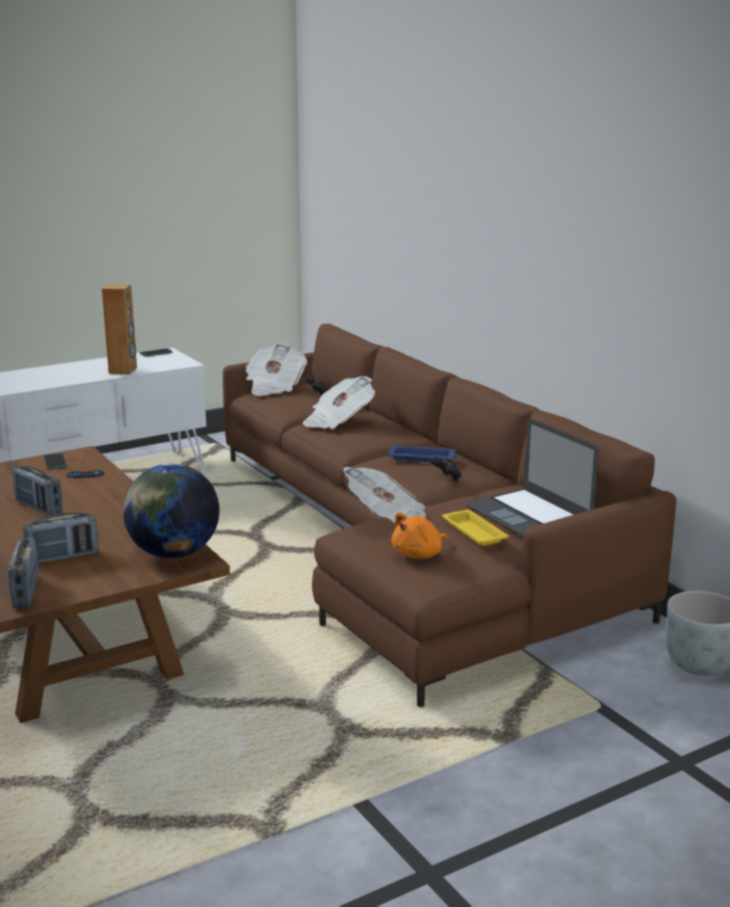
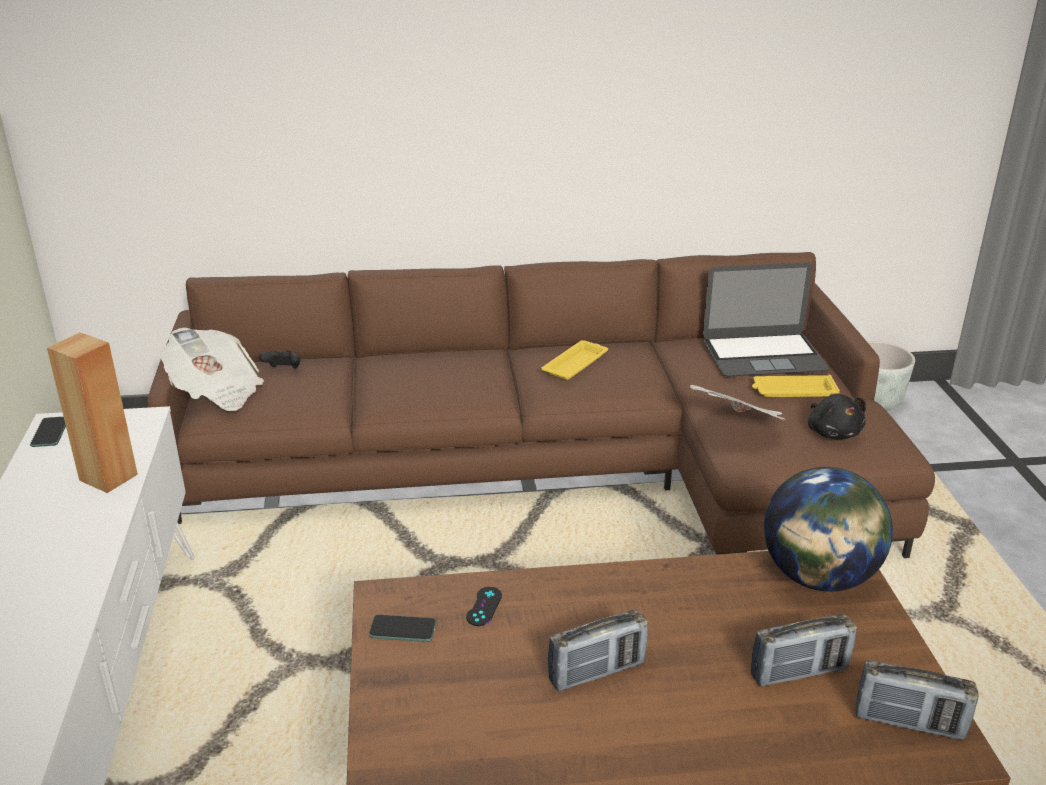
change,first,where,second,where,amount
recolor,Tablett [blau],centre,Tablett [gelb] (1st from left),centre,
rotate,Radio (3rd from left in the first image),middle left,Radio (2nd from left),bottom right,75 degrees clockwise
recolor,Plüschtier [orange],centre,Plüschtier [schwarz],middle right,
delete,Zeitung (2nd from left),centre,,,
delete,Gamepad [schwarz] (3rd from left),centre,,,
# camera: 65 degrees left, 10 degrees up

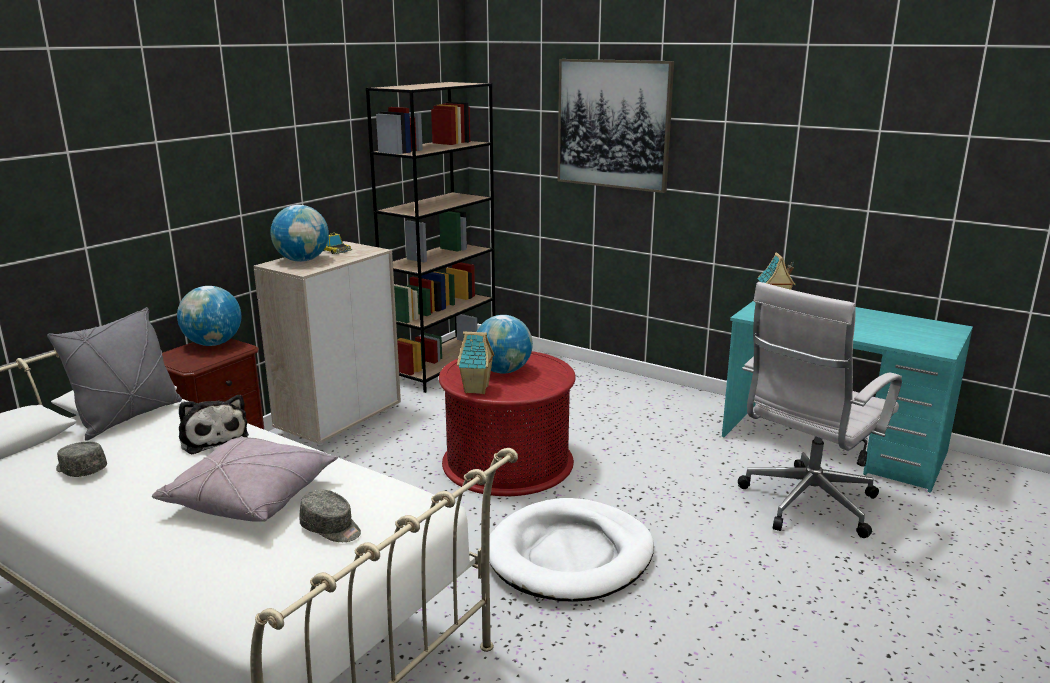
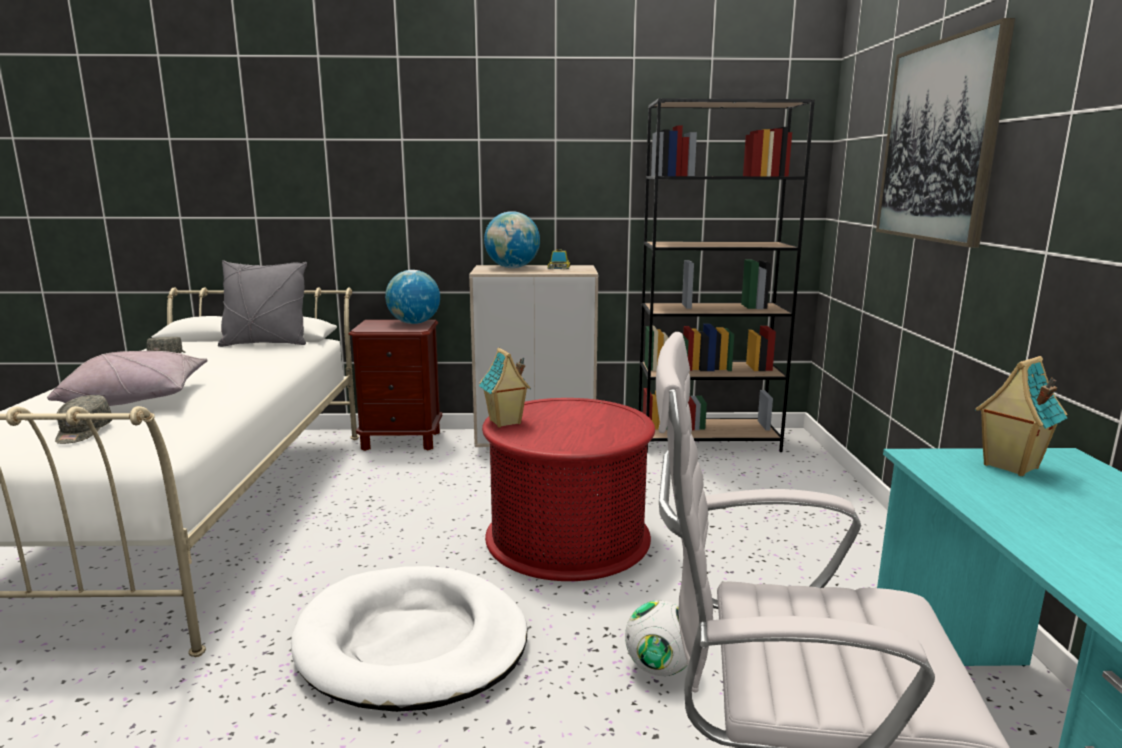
change,first,where,second,where,amount
insert,,,Fußball,bottom centre,
delete,Plüschtier,middle left,,,
delete,Globus (3rd from left),centre,,,
# camera: 55 degrees right, 5 degrees down

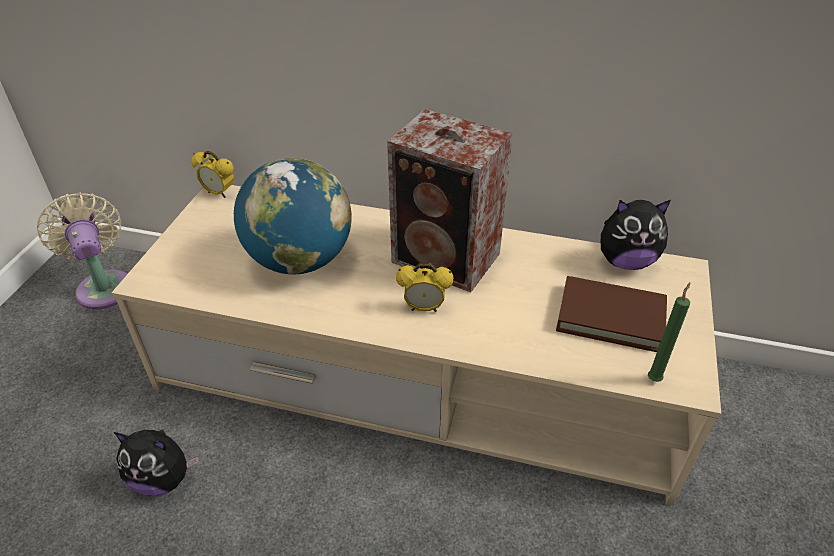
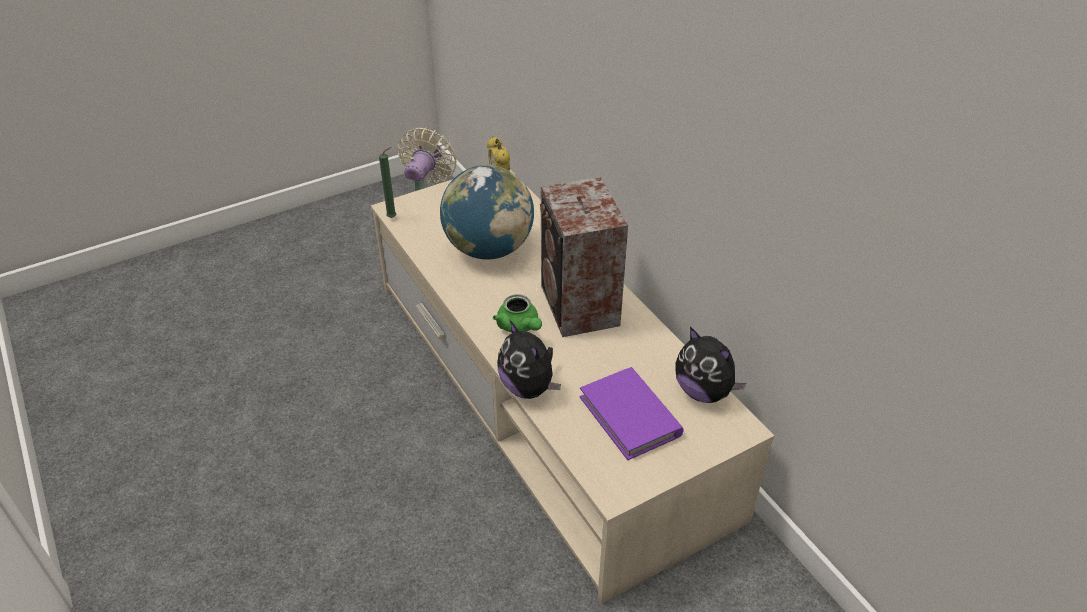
change,first,where,second,where,amount
move,Kerze [grün],middle right,,top centre,
replace,Wecker (2nd from left),centre,Teekanne [grün],centre,
move,Plüschtier (1st from left),bottom left,,centre,
recolor,Buch [braun],middle right,Buch [lila],bottom centre,
# camera: 45 degrees right, 0 degrees up

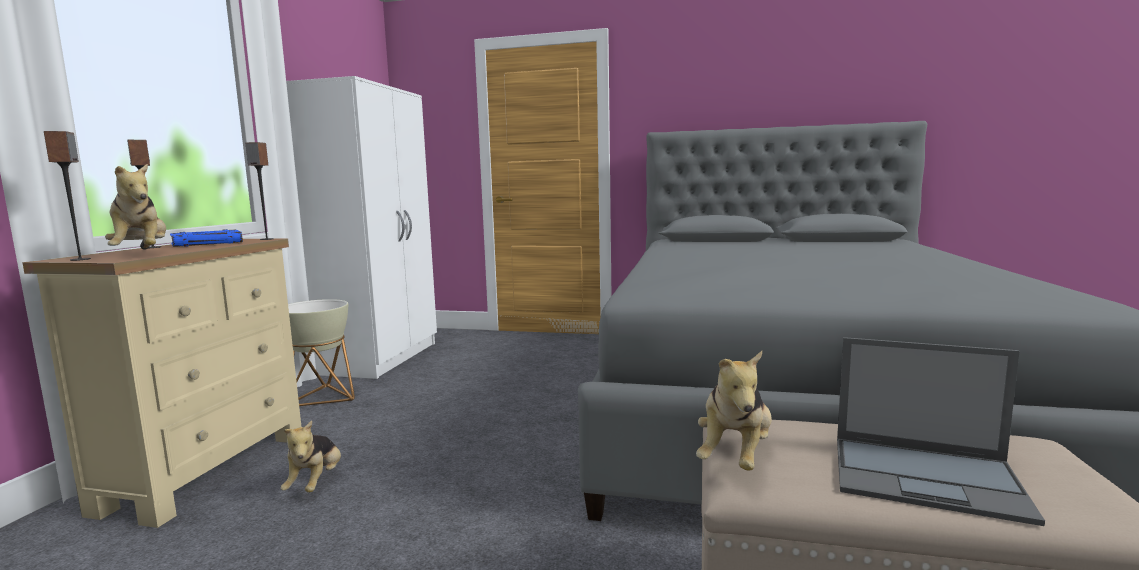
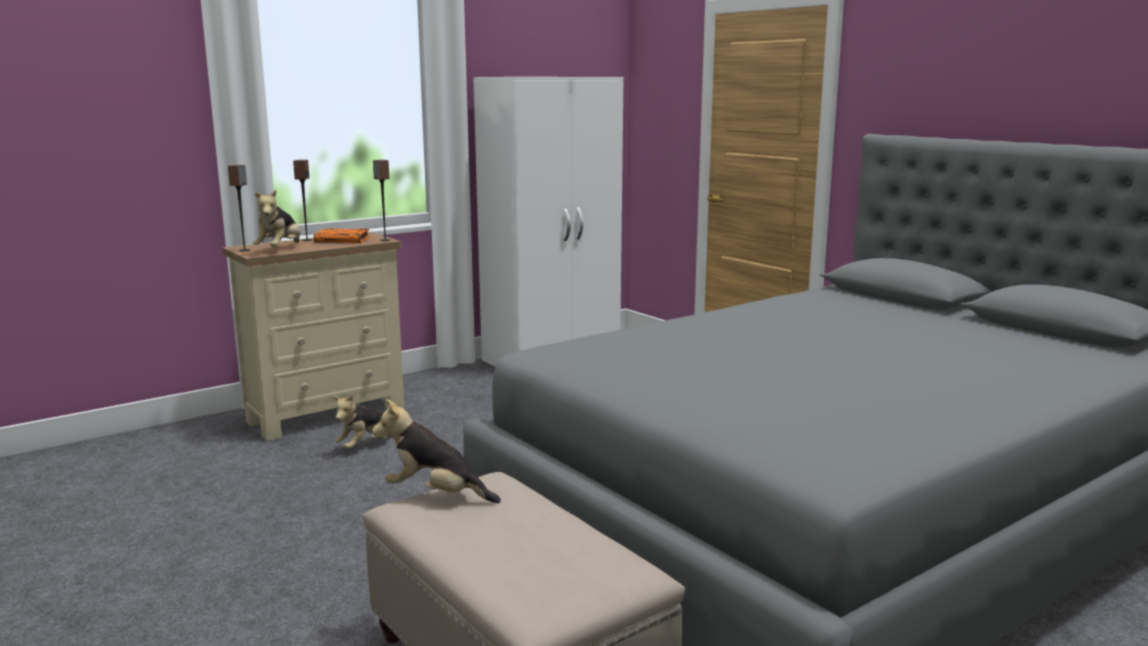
change,first,where,second,where,amount
recolor,Buch [blau],middle left,Buch [orange],middle left,
rotate,Plüschtier (3rd from left),bottom centre,,bottom centre,45 degrees clockwise
delete,Pflanzkübel,middle left,,,
delete,Laptop,bottom right,,,
# camera: 40 degrees right, 5 degrees up

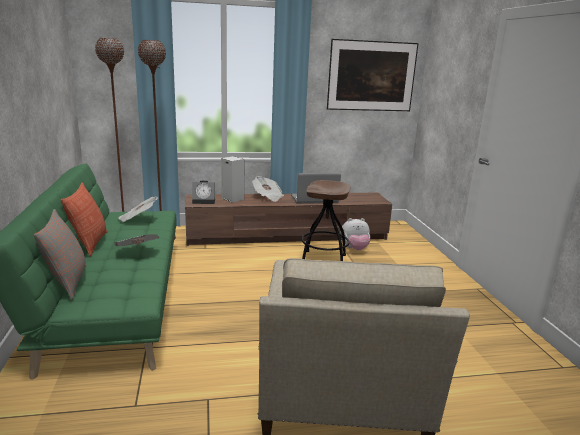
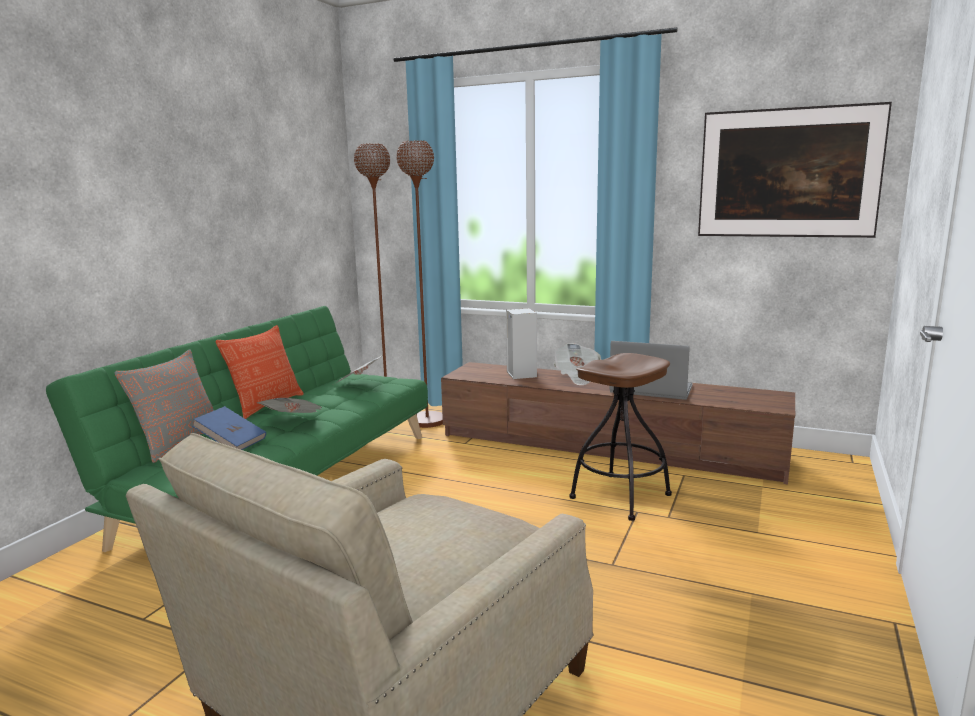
change,first,where,second,where,amount
insert,,,Buch [blau],middle left,
delete,Wecker,centre,,,
delete,Plüschtier,centre,,,
# camera: 35 degrees right, 5 degrees down

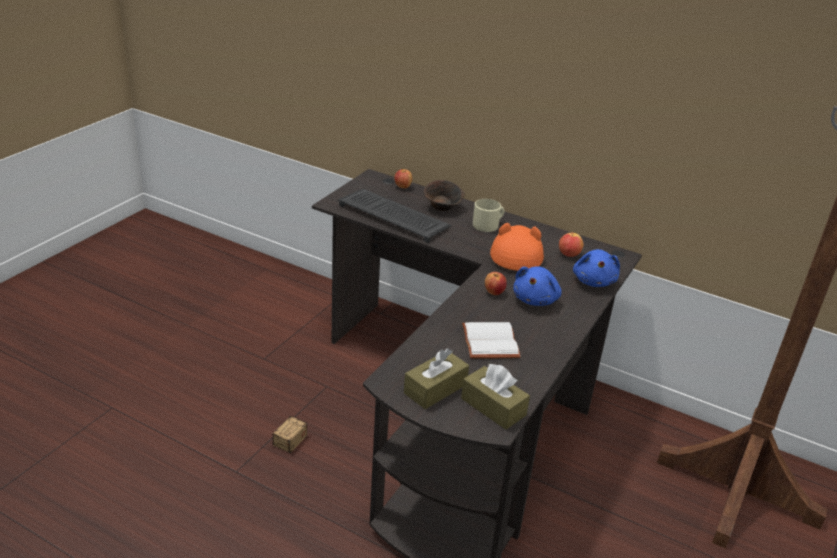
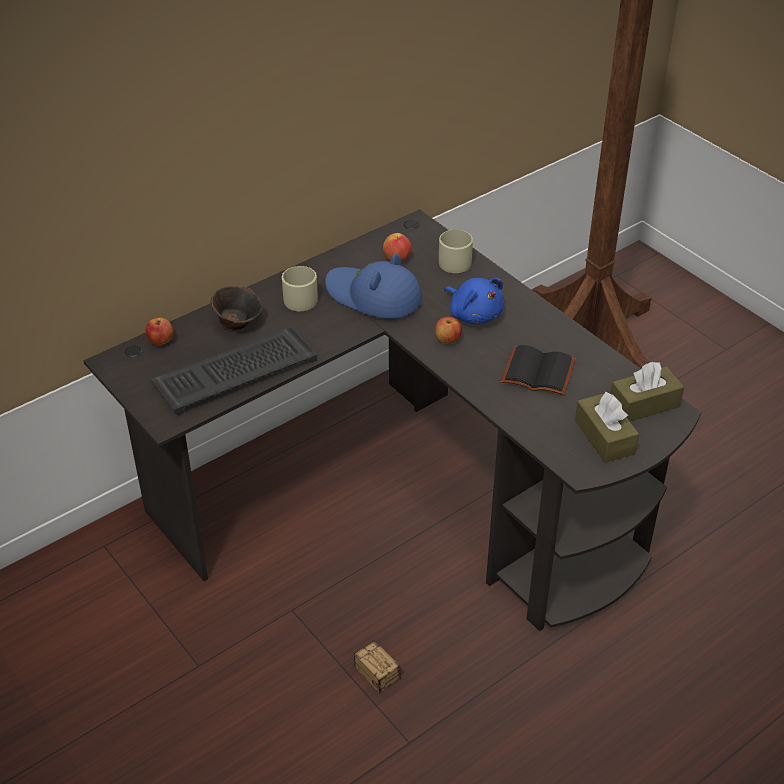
change,first,where,second,where,amount
recolor,Hut [orange],centre,Hut [blau],centre,
replace,Plüschtier [blau] (2nd from left),middle right,Henkelbecher [beige] (2nd from left),top centre,
recolor,Buch [weiß],centre,Buch [schwarz],middle right,
# camera: 65 degrees left, 10 degrees up

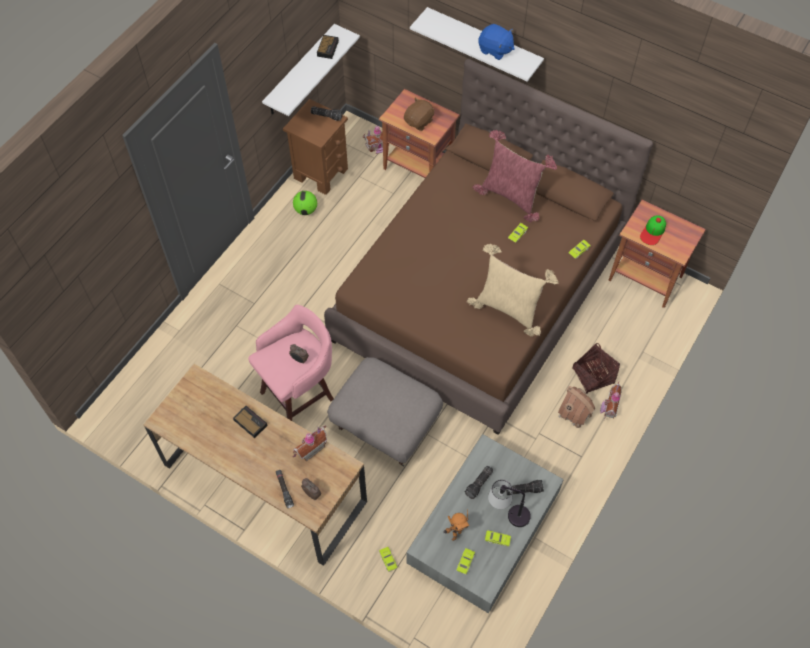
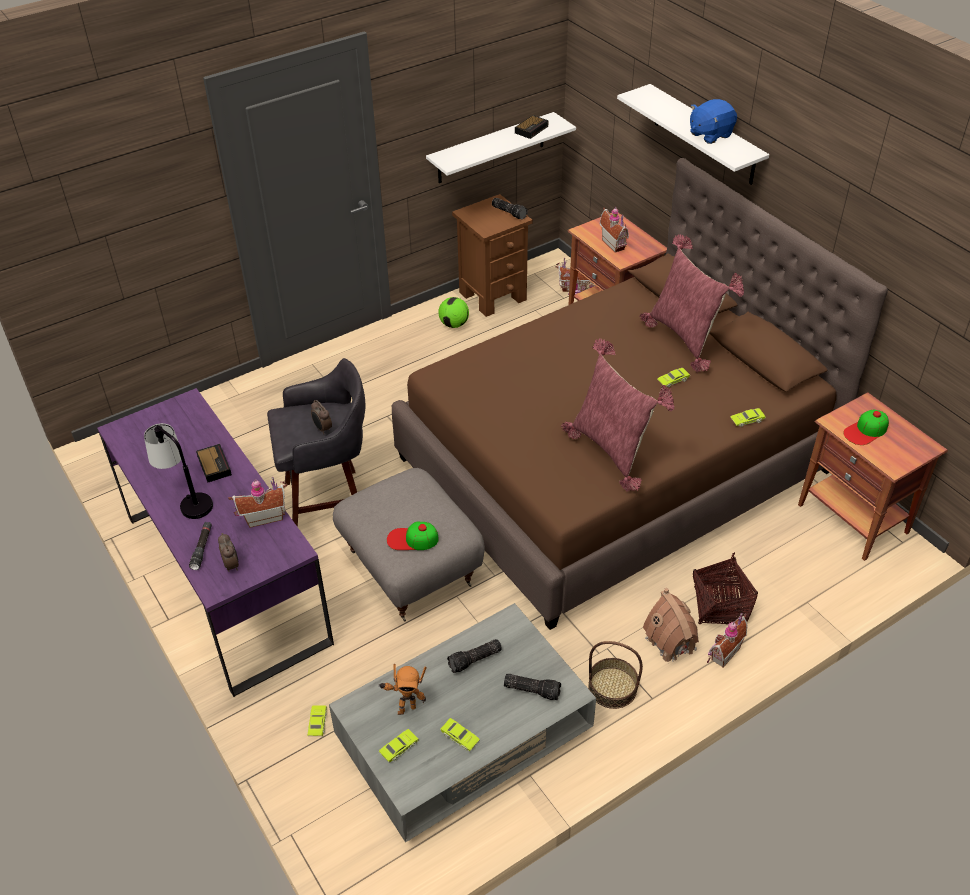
change,first,where,second,where,amount
recolor,Schreibtisch [braun],bottom left,Schreibtisch [lila],middle left,
move,Tischlampe,bottom centre,,middle left,
recolor,Hocker [rosa],centre,Hocker [grau],middle left,
insert,,,Kappe (1st from left),centre,
recolor,Kissen [beige],centre,Kissen [rot] (1st from left),centre,
insert,,,Korb (1st from left),bottom centre,
replace,Plüschtier [braun],top centre,Spielzeughaus (3rd from left),top centre,
rotate,Plüschtier [blau],top centre,,top right,90 degrees clockwise
# camera: 25 degrees right, 15 degrees down

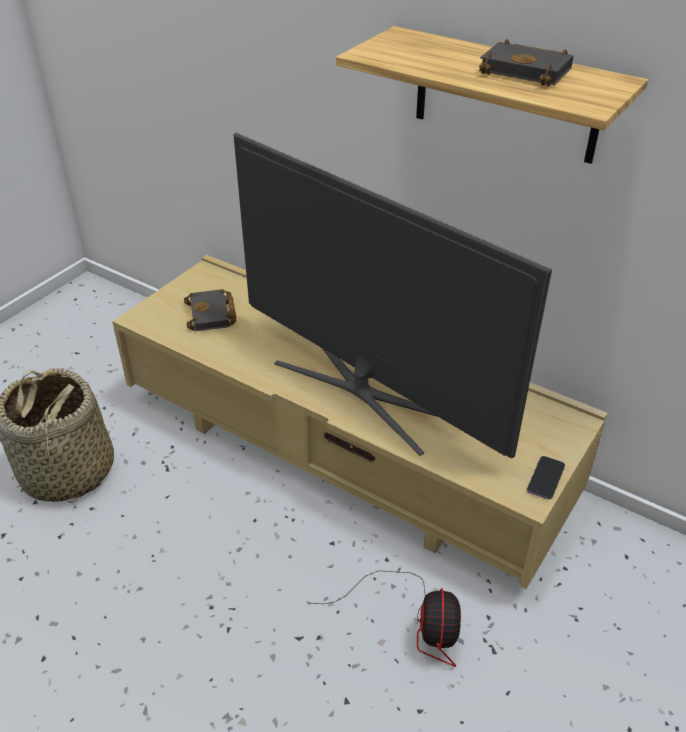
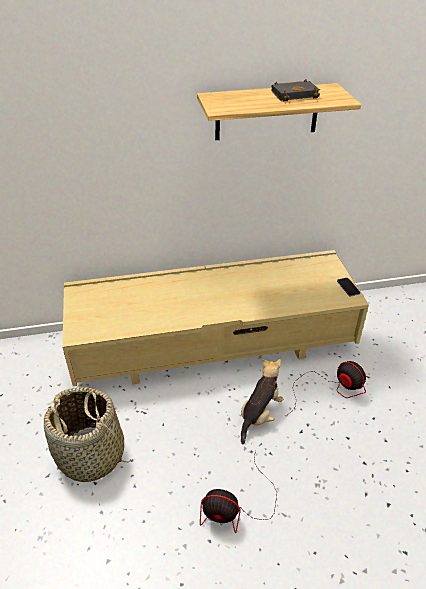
change,first,where,second,where,amount
insert,,,Ventilator (1st from left),bottom centre,
insert,,,Plüschtier,bottom centre,
delete,Buch [schwarz] (1st from left),middle left,,,
delete,Fernseher,centre,,,
# camera: 45 degrees left, 0 degrees up

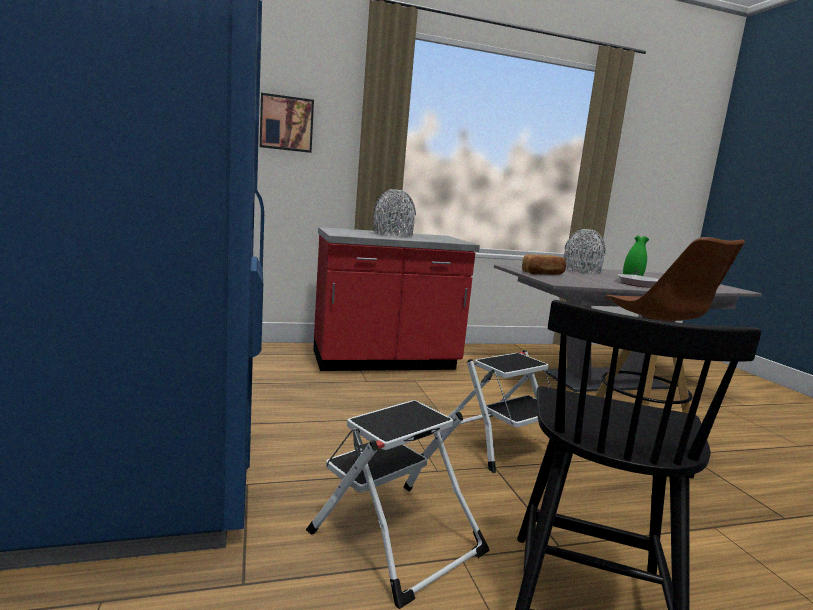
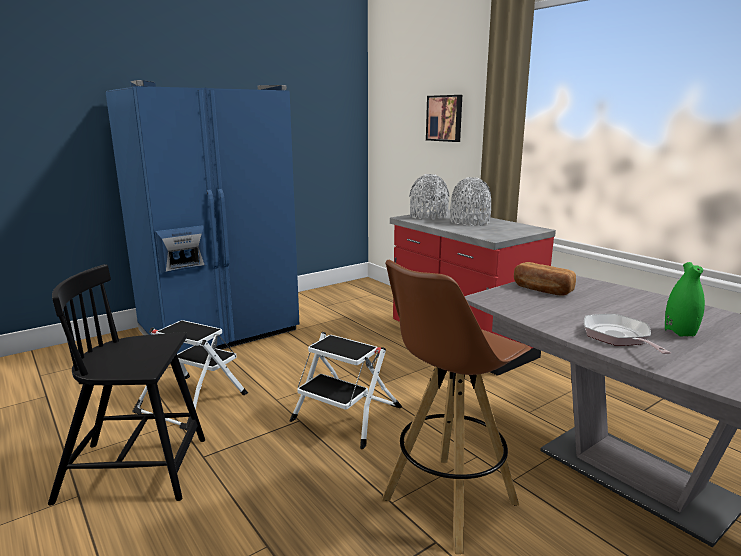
change,first,where,second,where,amount
move,Vase [grau] (2nd from left in the first image),middle right,Vase [grau] (1st from left),centre,
# camera: 70 degrees right, 5 degrees up

